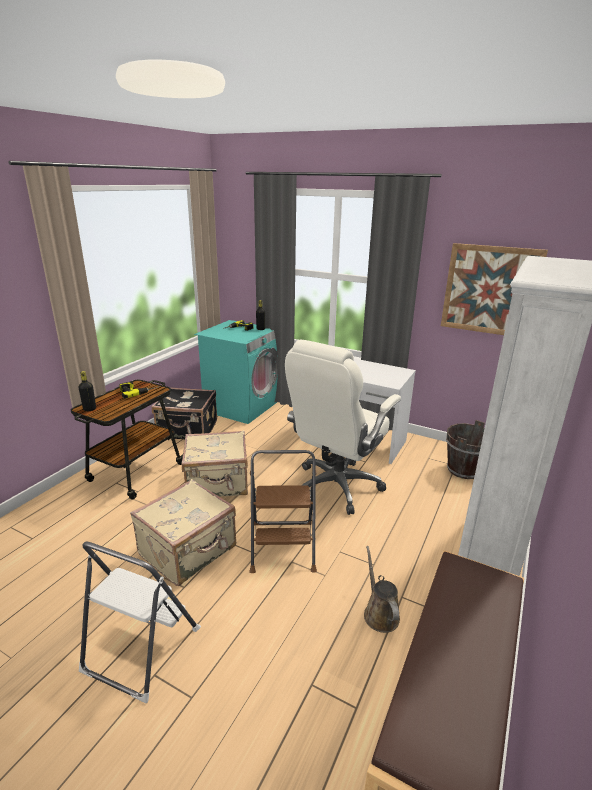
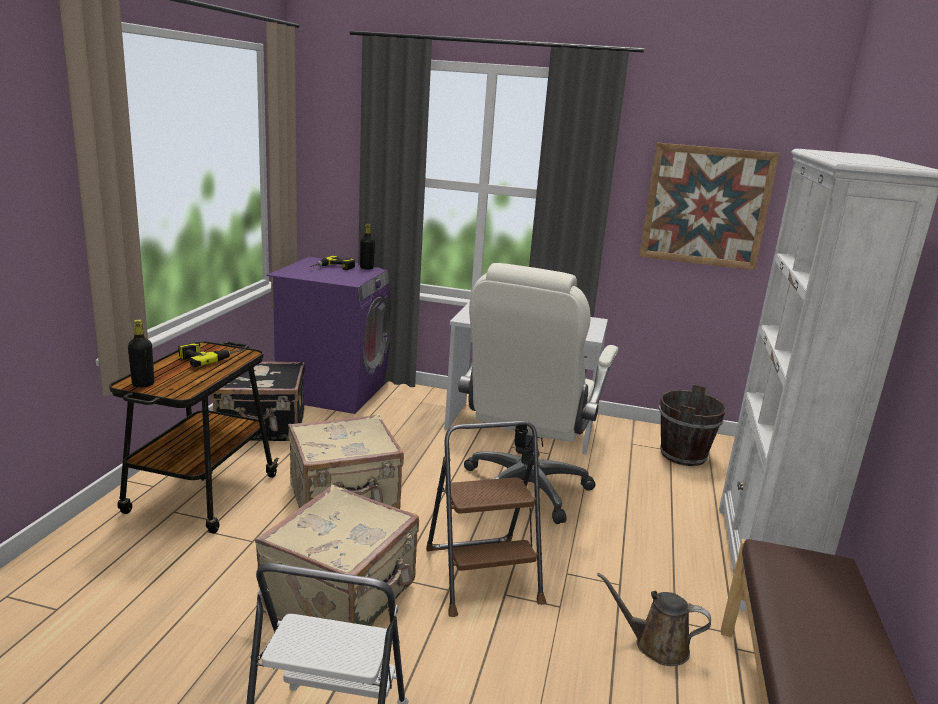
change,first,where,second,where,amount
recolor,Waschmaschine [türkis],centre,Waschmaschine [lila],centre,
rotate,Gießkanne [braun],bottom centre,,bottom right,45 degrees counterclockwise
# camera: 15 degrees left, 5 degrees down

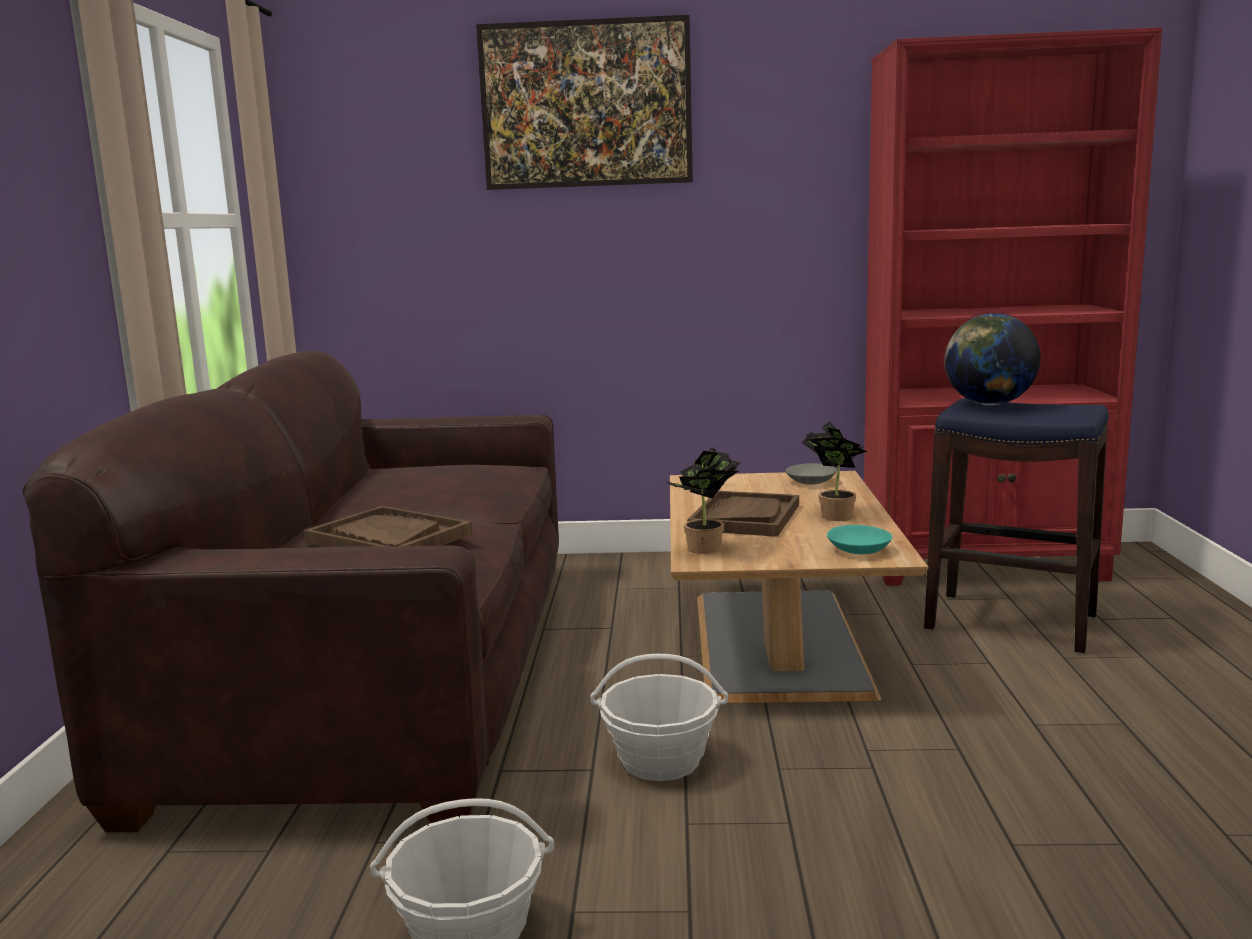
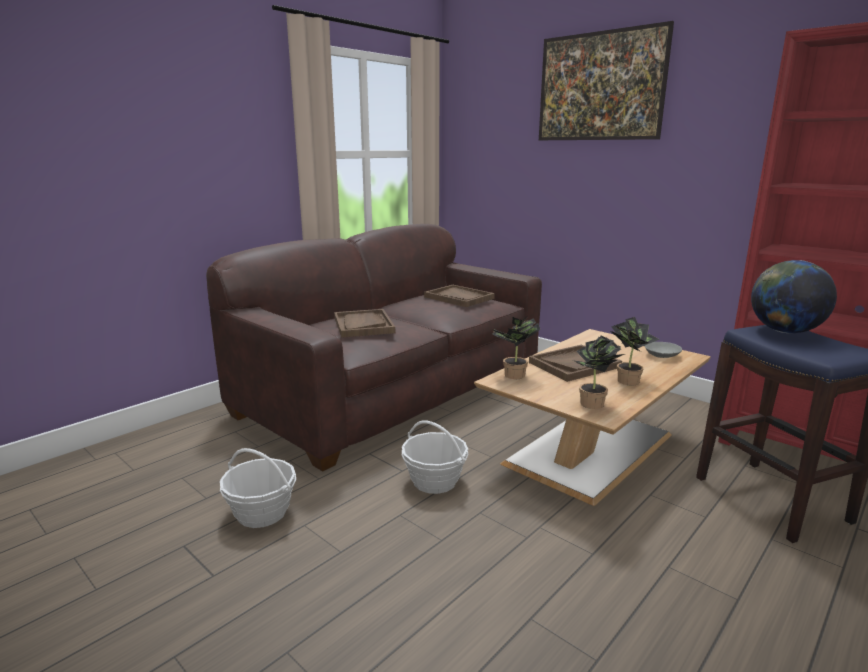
change,first,where,second,where,amount
insert,,,Tablett [braun] (2nd from left),centre,
replace,Schüssel [türkis],middle right,Topfpflanze (2nd from left),middle right,
# camera: 40 degrees right, 5 degrees up

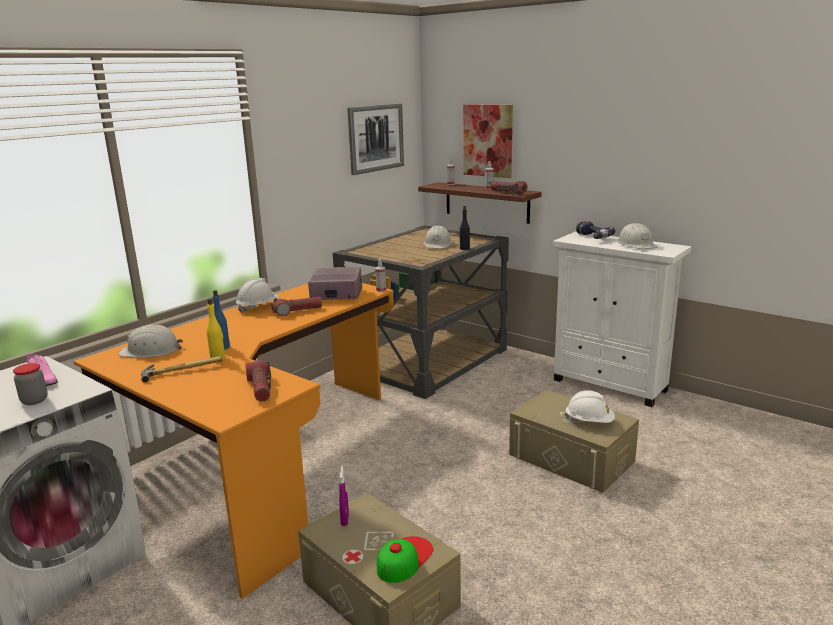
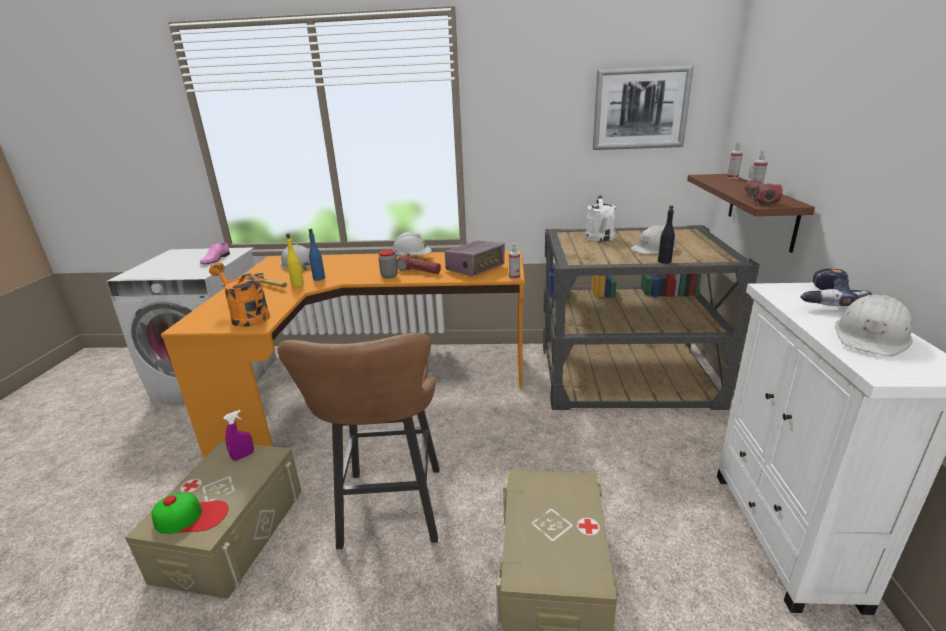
change,first,where,second,where,amount
replace,Taschenlampe (1st from left),middle left,Gießkanne [orange],middle left,
insert,,,Hocker [braun],bottom centre,
move,Vorratsglas,middle left,,centre,
rotate,Radio,centre,,centre,75 degrees clockwise
insert,,,Gießkanne [weiß],centre,
delete,Bild (2nd from left),top centre,,,
delete,Schutzhelm [weiß] (4th from left),middle right,,,
# camera: 55 degrees right, 5 degrees up

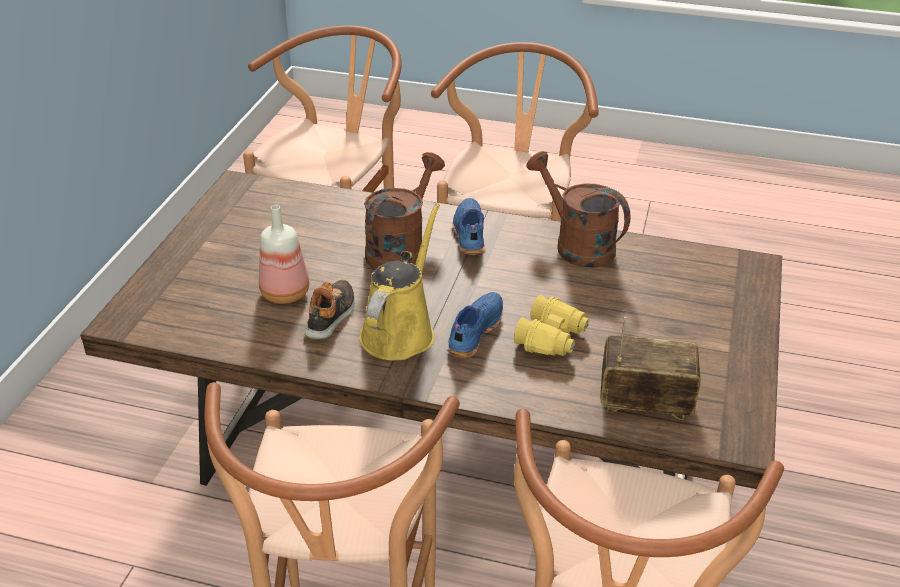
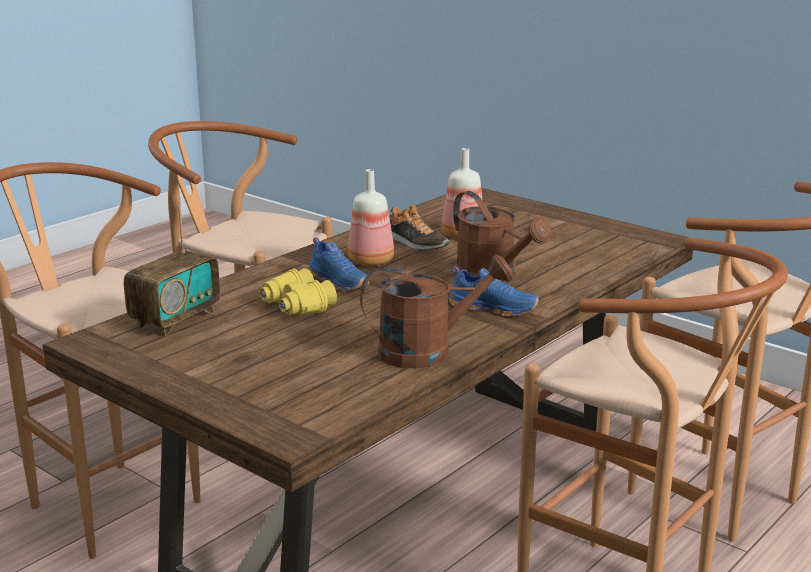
change,first,where,second,where,amount
replace,Gießkanne [gelb],centre,Flasche (1st from left),centre,
# camera: 115 degrees right, 15 degrees down

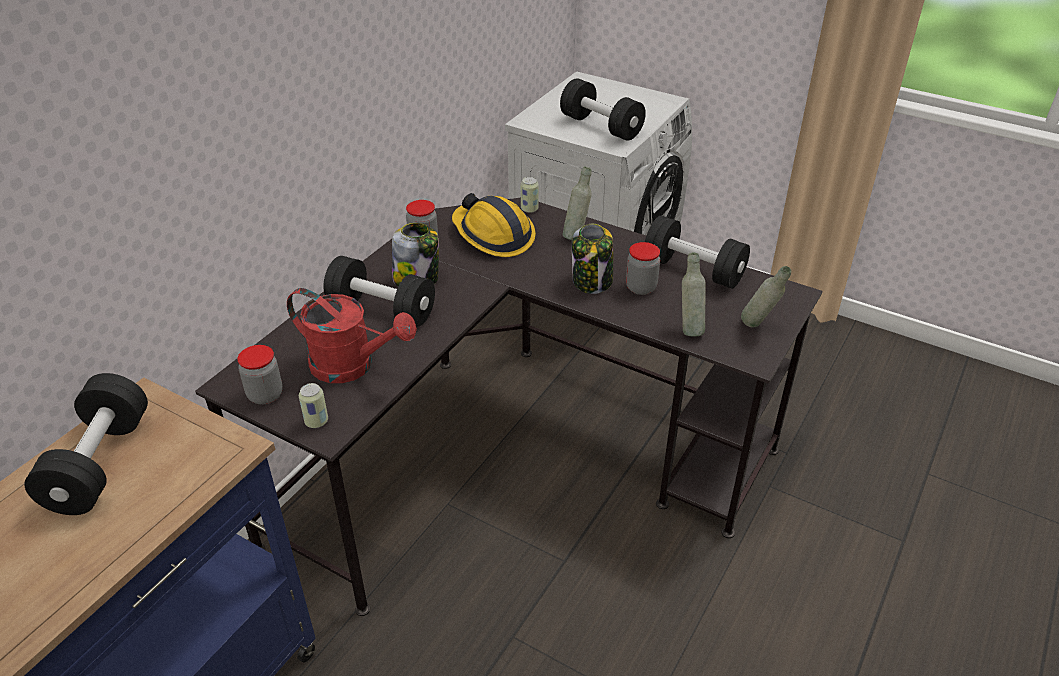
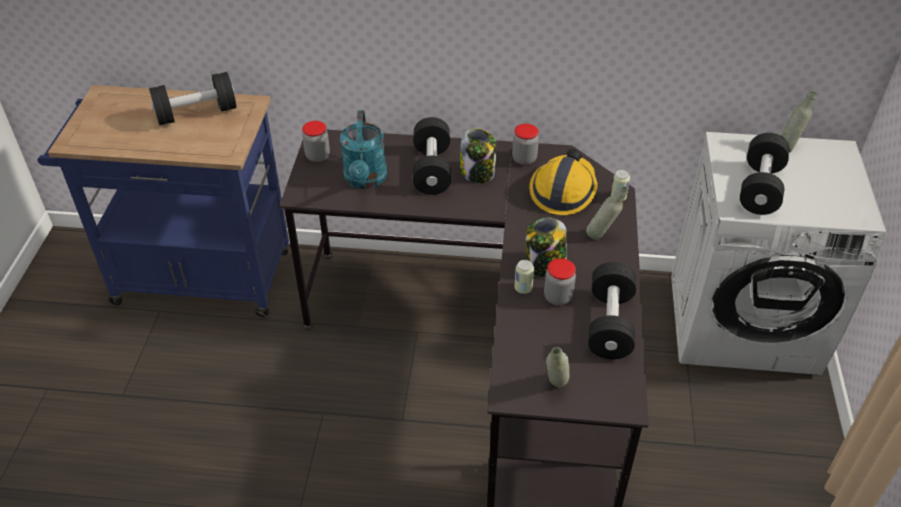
change,first,where,second,where,amount
recolor,Gießkanne [rot],middle left,Gießkanne [türkis],top centre,
move,Dose (1st from left),middle left,,centre,
move,Flasche [grau] (2nd from left in the first image),centre,Flasche [grau] (3rd from left),top right,
# camera: 65 degrees right, 5 degrees up

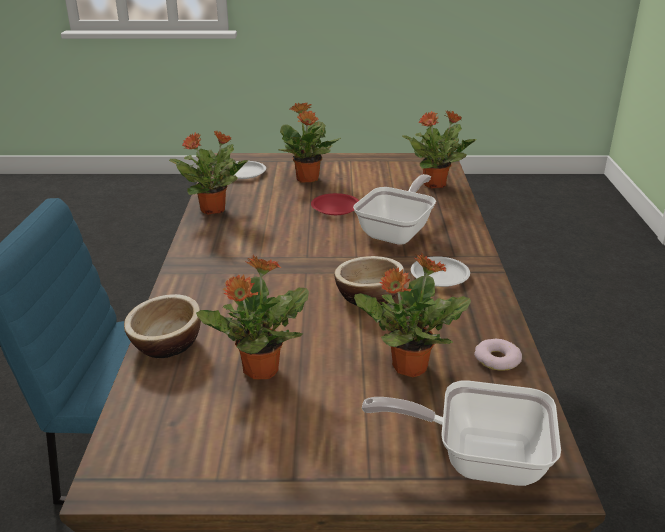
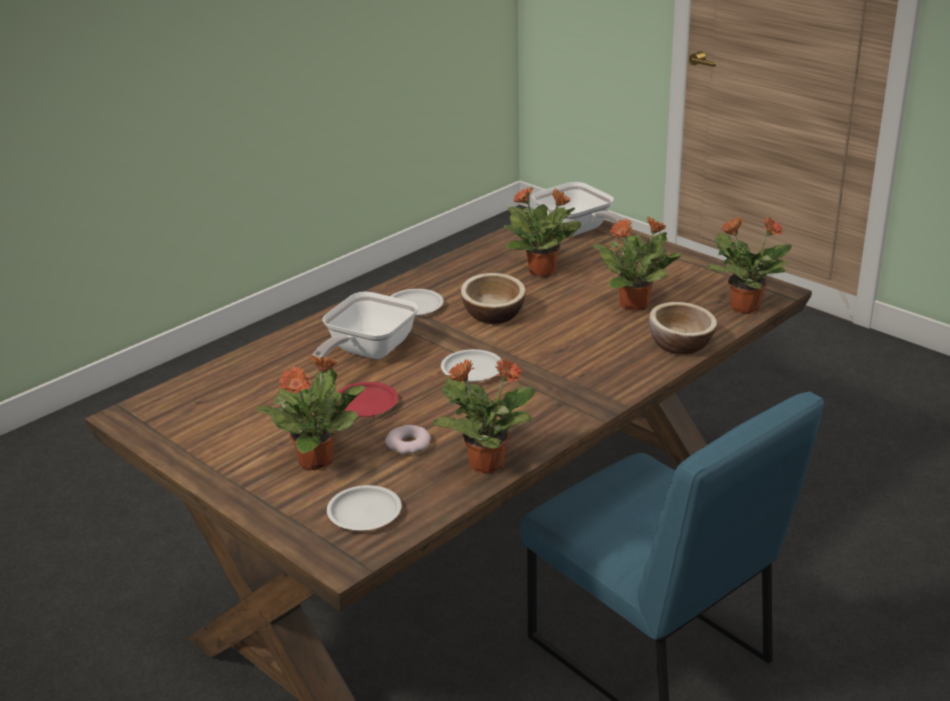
change,first,where,second,where,amount
rotate,Pfanne (1st from left),centre,,centre,45 degrees counterclockwise
move,Donut,bottom right,,centre,
insert,,,Teller [weiß] (3rd from left),centre,
move,Topfpflanze (5th from left),top centre,,middle right,
# camera: 135 degrees left, 0 degrees up

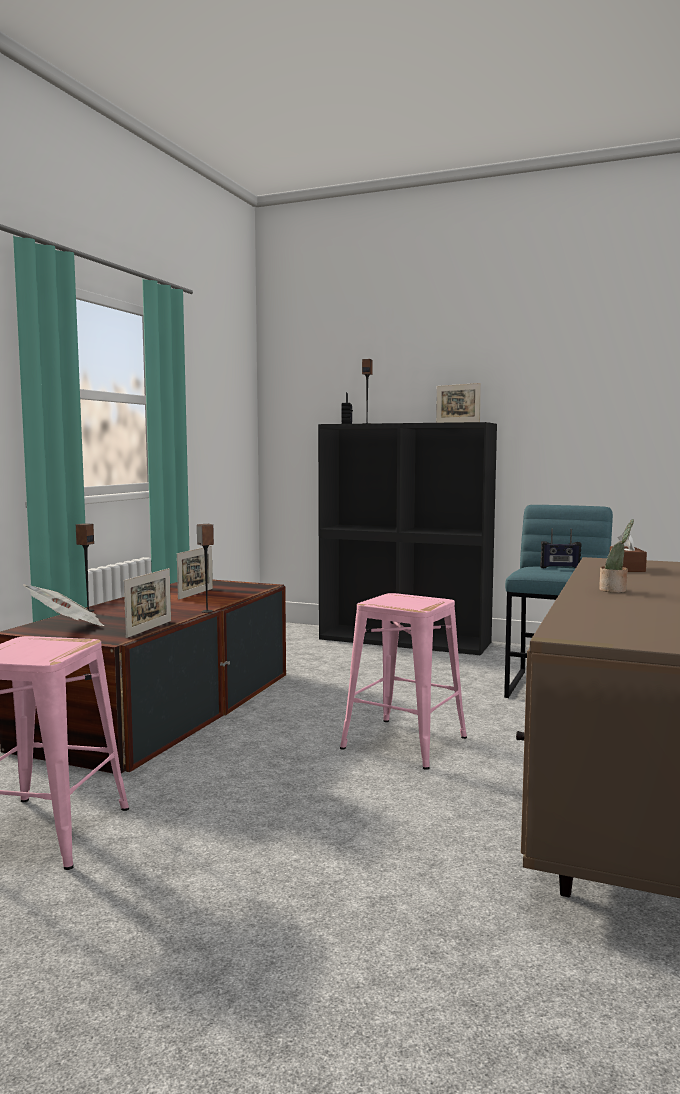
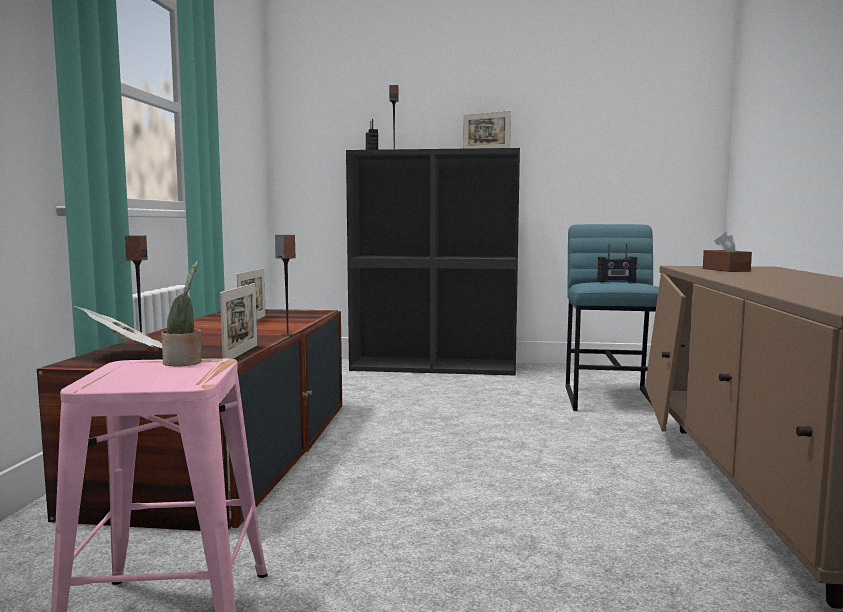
change,first,where,second,where,amount
move,Topfpflanze,middle right,,middle left,
delete,Hocker [rosa] (2nd from left),centre,,,
# camera: 15 degrees left, 0 degrees up

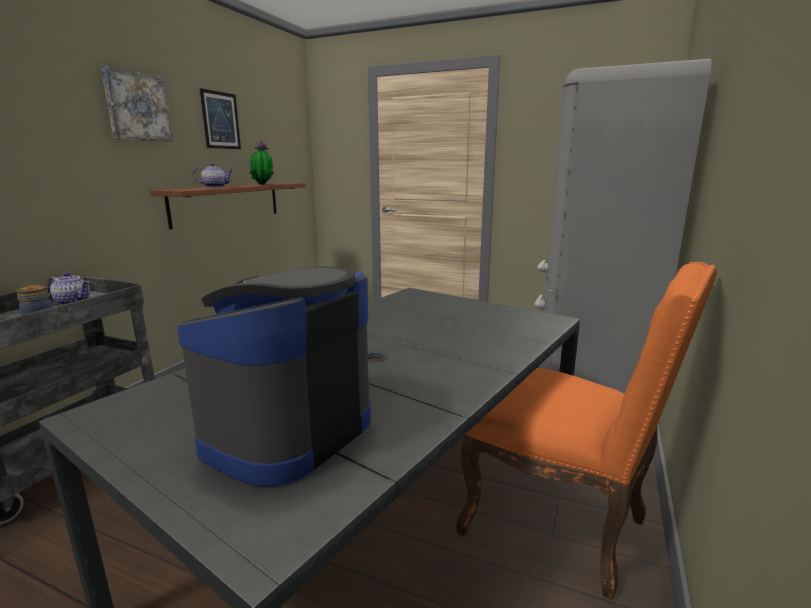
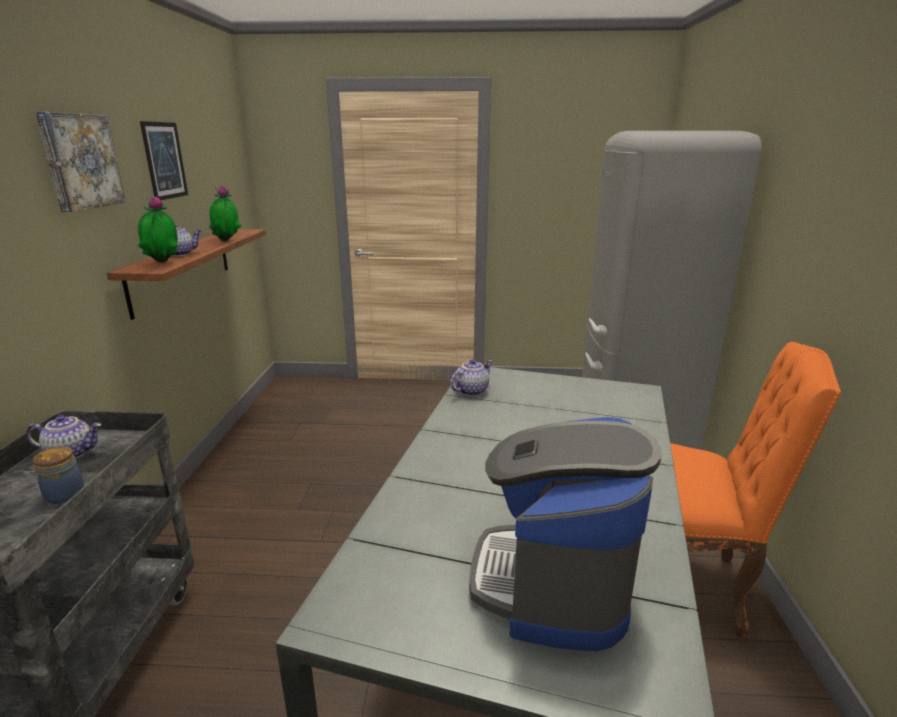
change,first,where,second,where,amount
insert,,,Topfpflanze (1st from left),top left,
insert,,,Teekanne (3rd from left),centre,
# camera: 20 degrees left, 5 degrees up

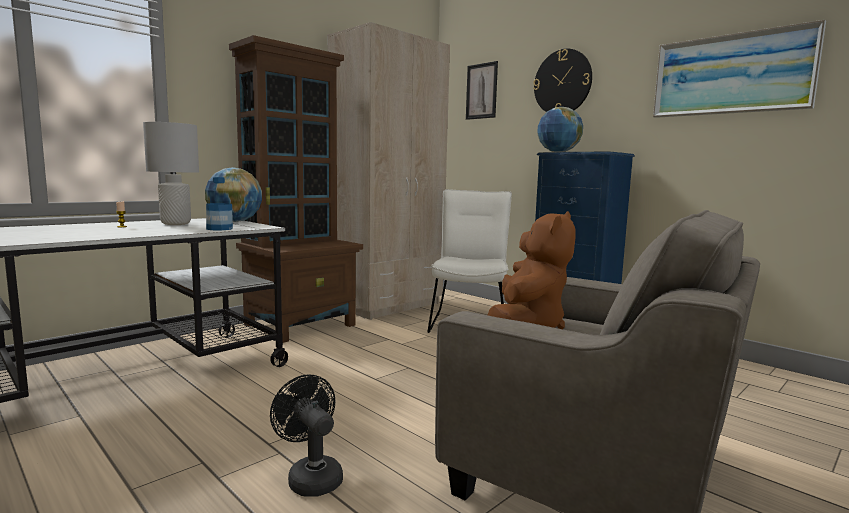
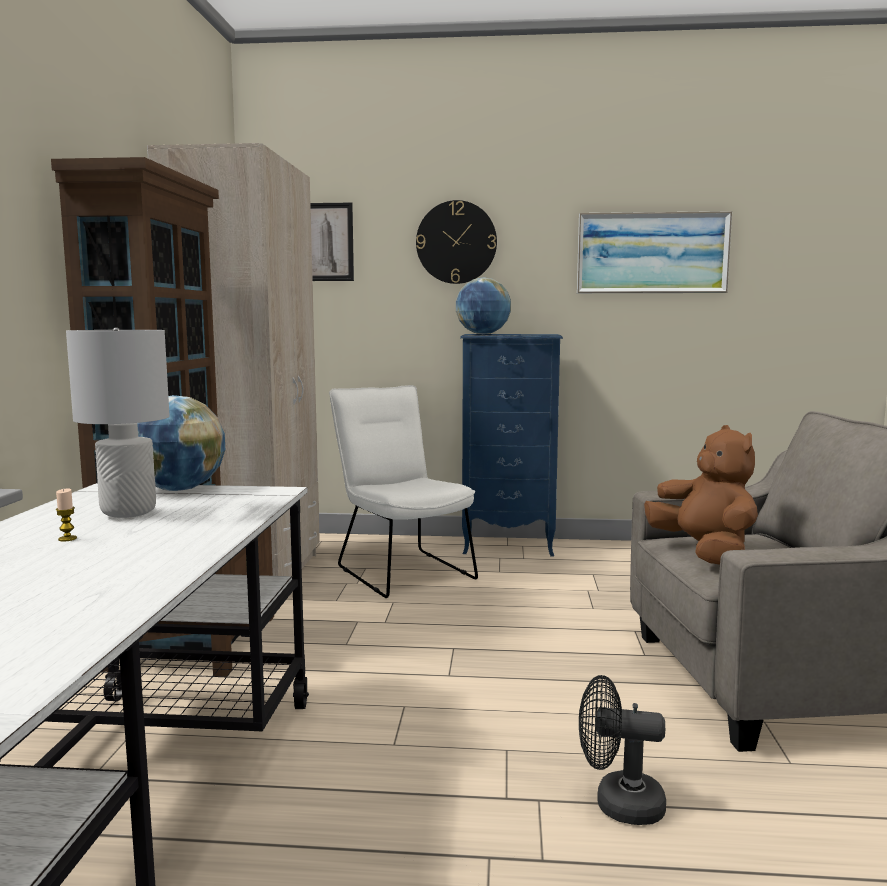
change,first,where,second,where,amount
delete,Flasche,middle left,,,
# camera: 40 degrees left, 0 degrees up

